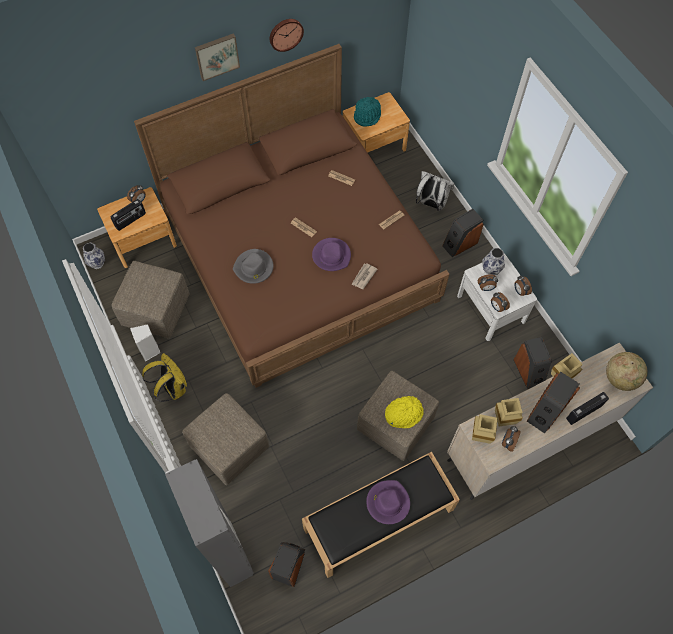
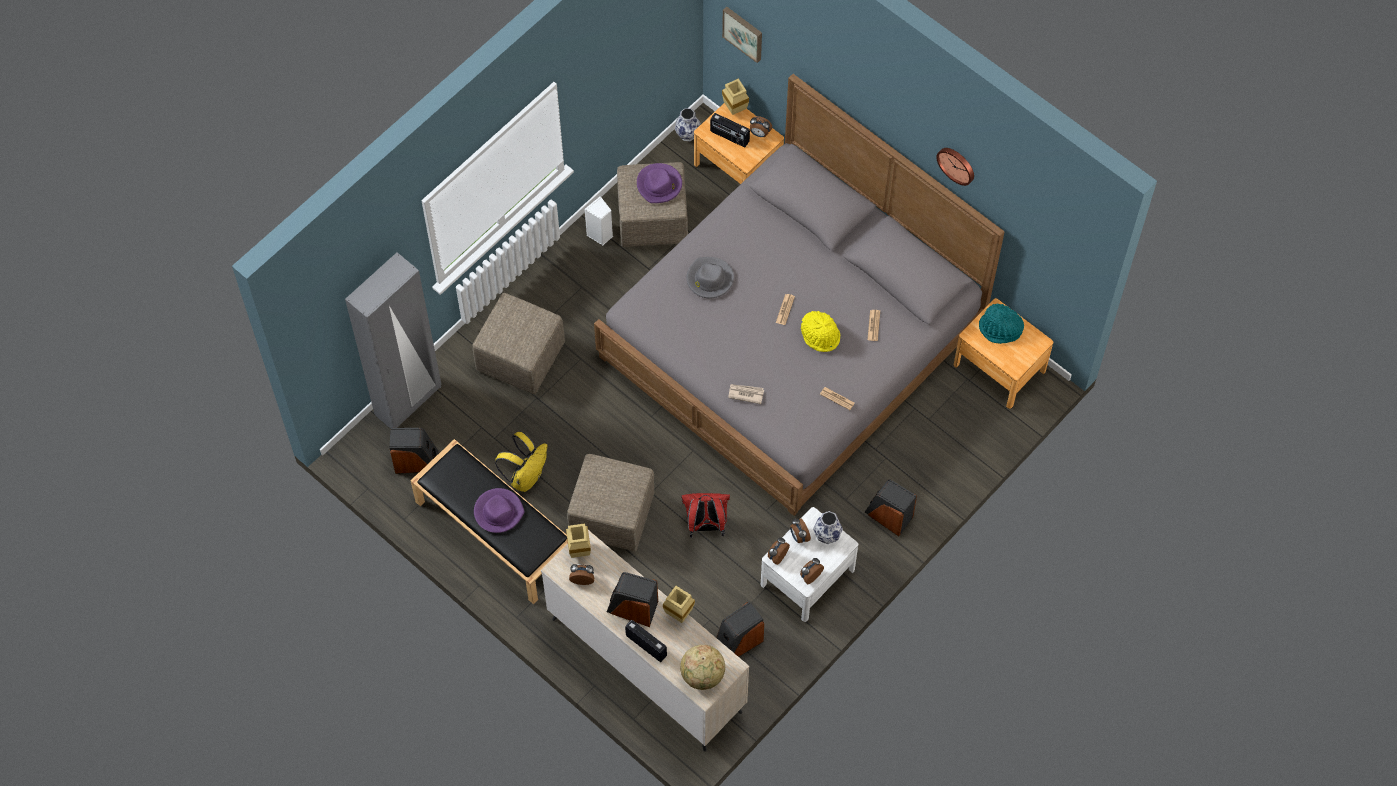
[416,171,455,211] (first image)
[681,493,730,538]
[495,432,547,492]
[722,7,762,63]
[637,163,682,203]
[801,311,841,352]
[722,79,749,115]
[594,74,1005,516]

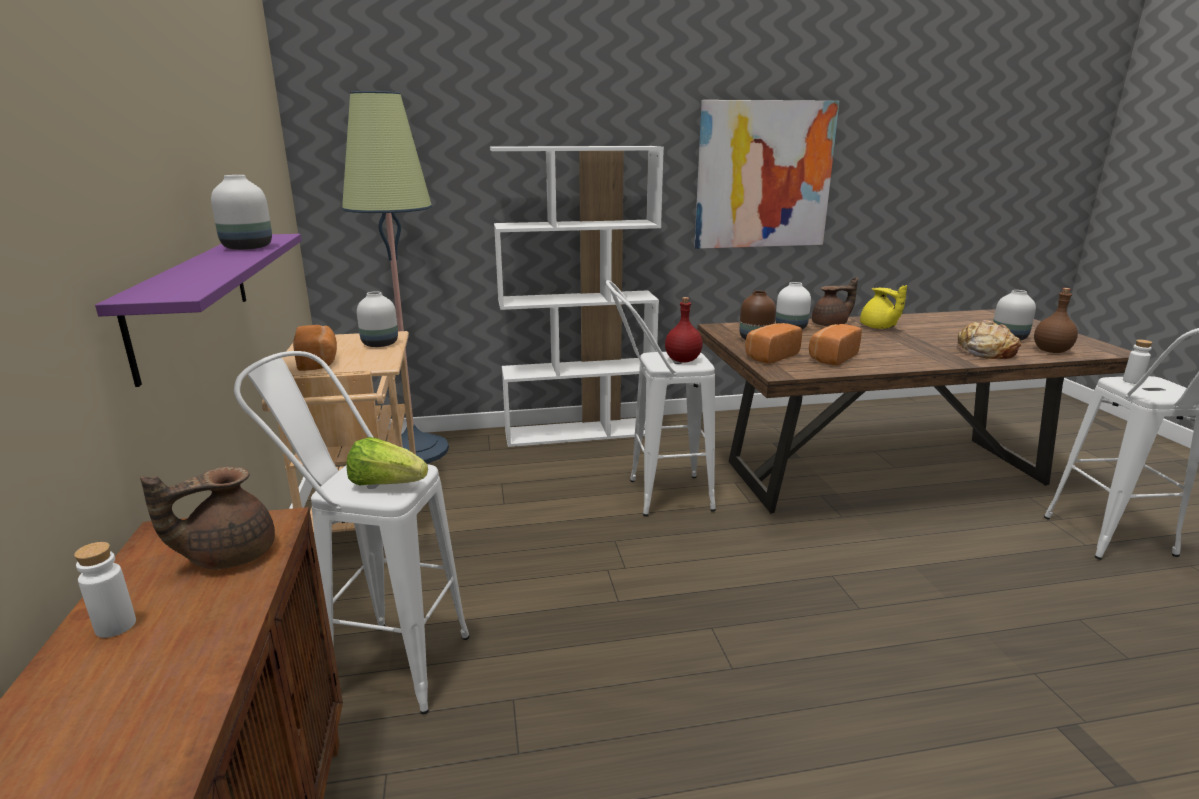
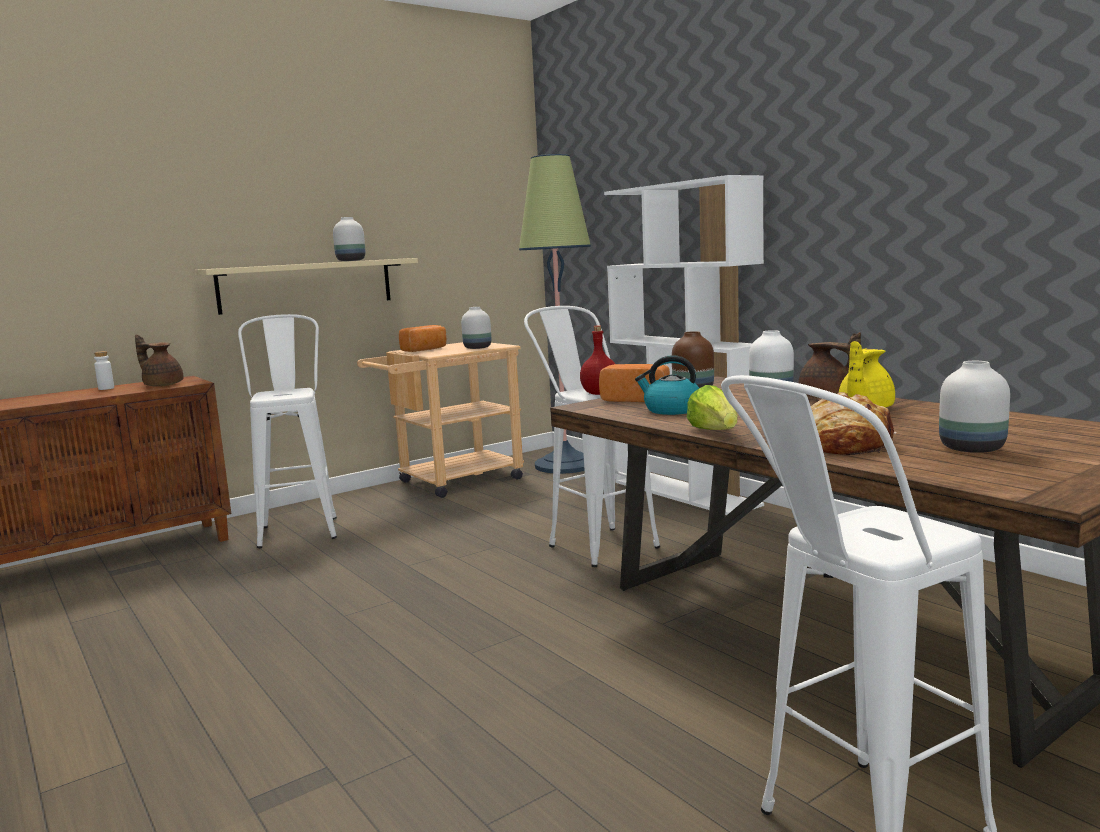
[694,100,840,249] (first image)
[1034,288,1078,353] (first image)
[1123,339,1153,384] (first image)
[687,385,738,430]
[635,355,699,415]
[195,258,418,315]

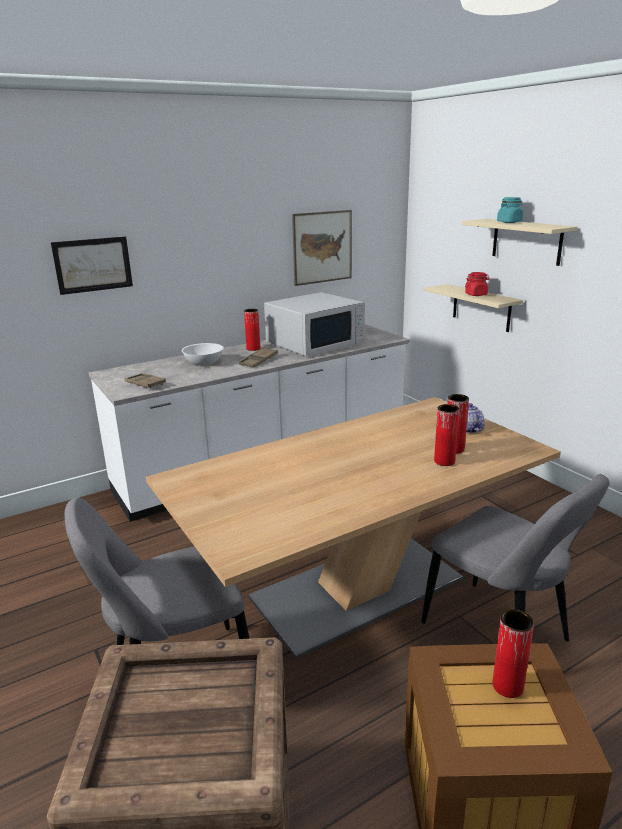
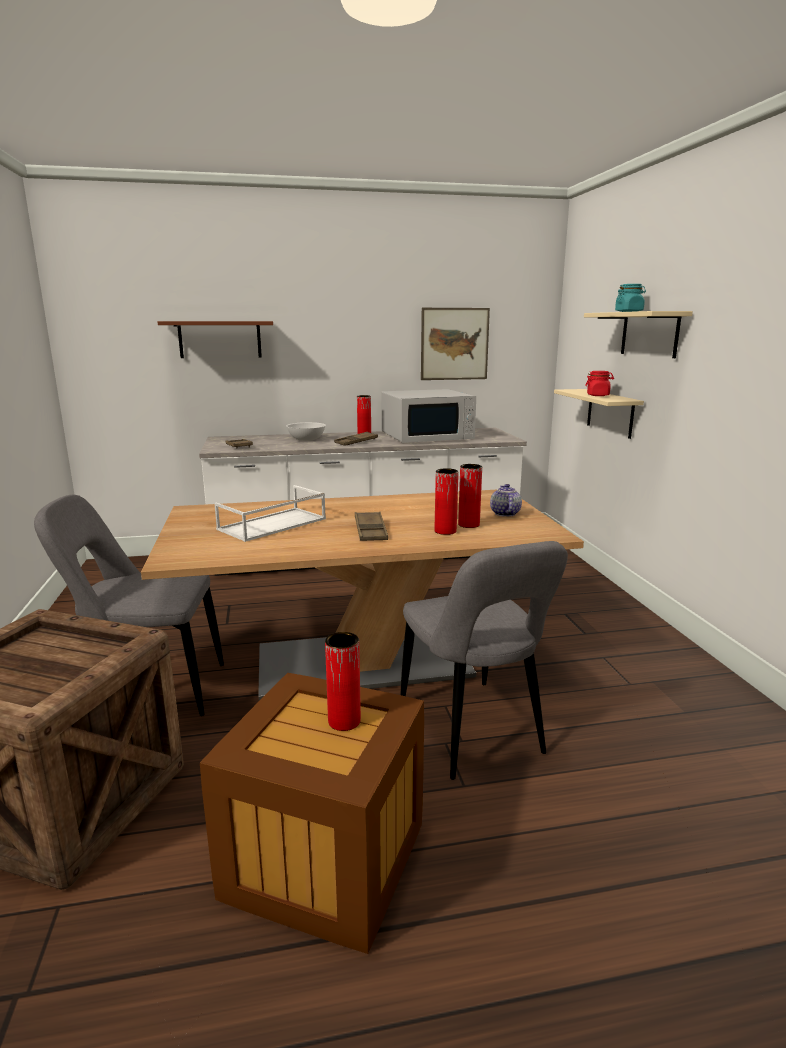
[214,485,326,542]
[355,512,388,541]
[157,321,273,358]

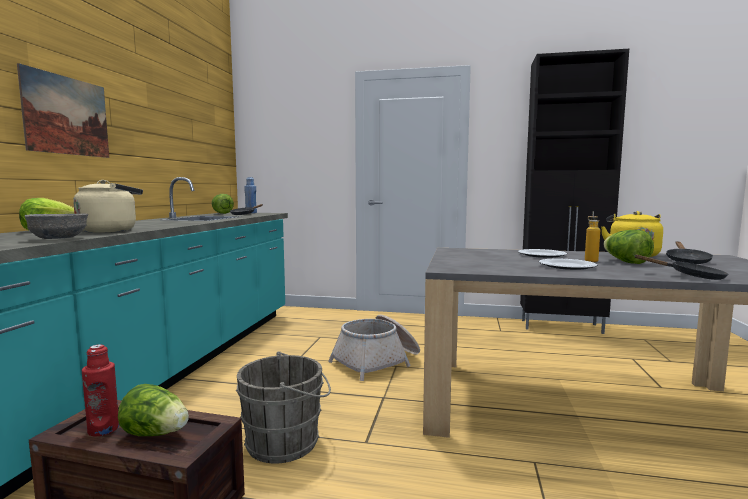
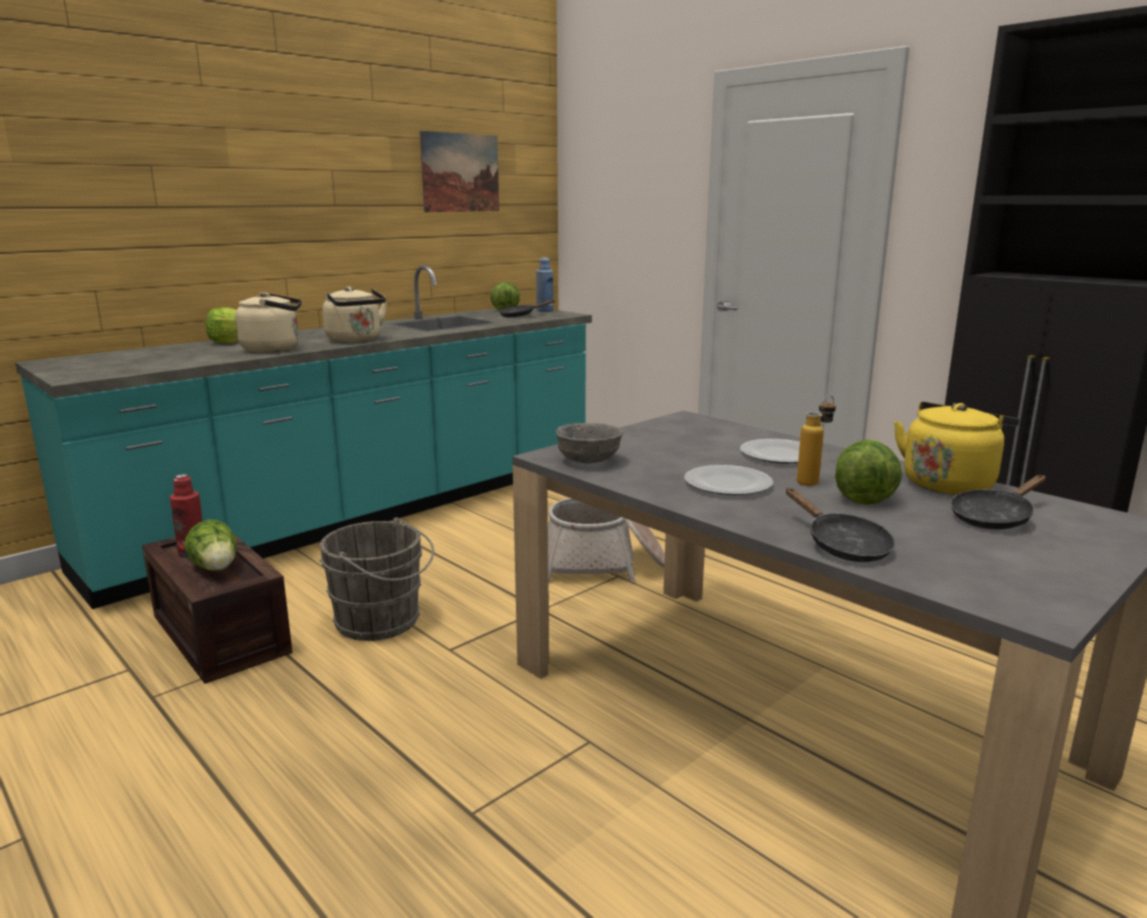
[323,286,387,343]
[419,131,499,212]
[556,423,623,464]

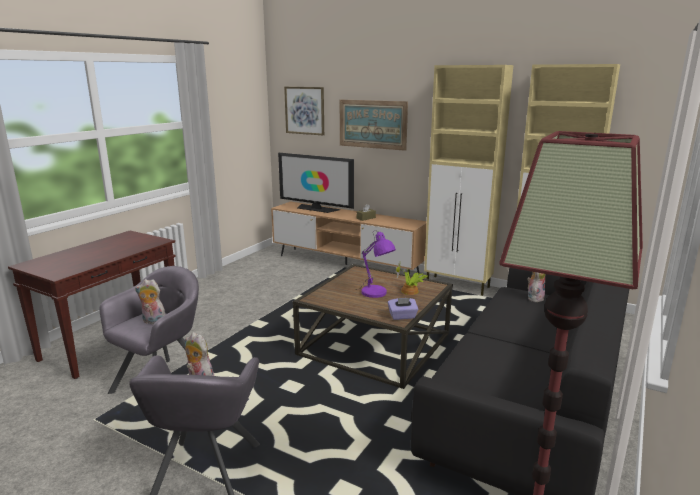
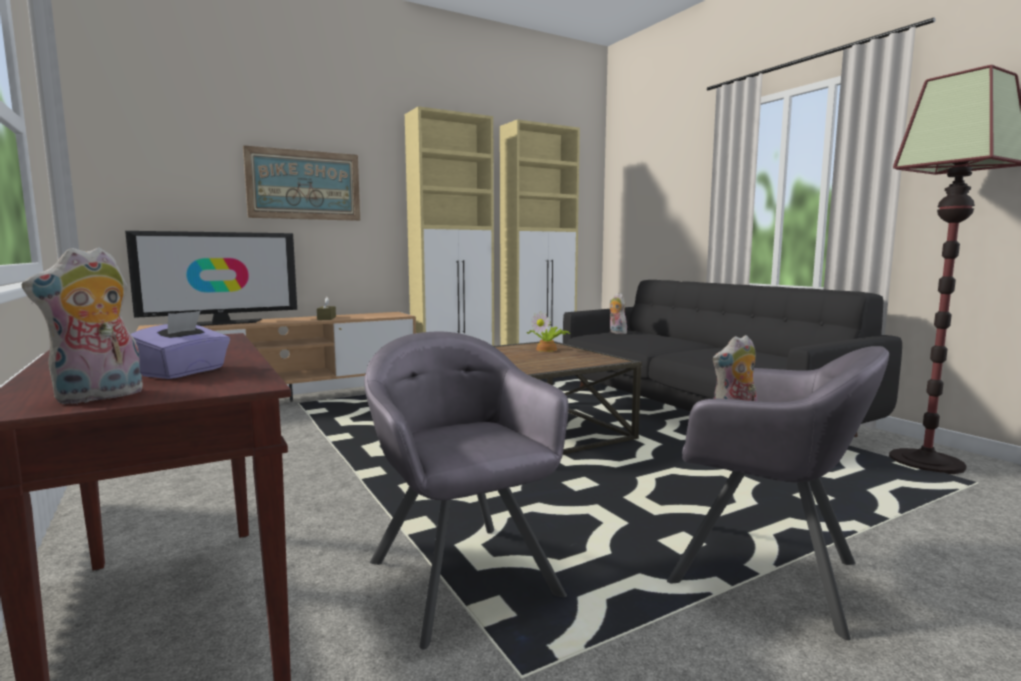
[284,87,324,135] (first image)
[354,231,396,298] (first image)
[22,247,143,404]
[131,311,230,379]

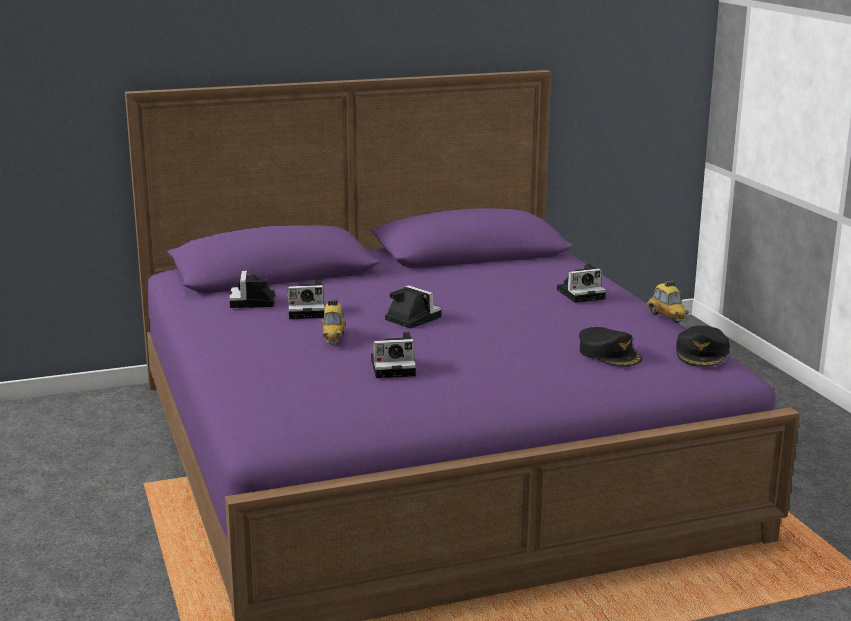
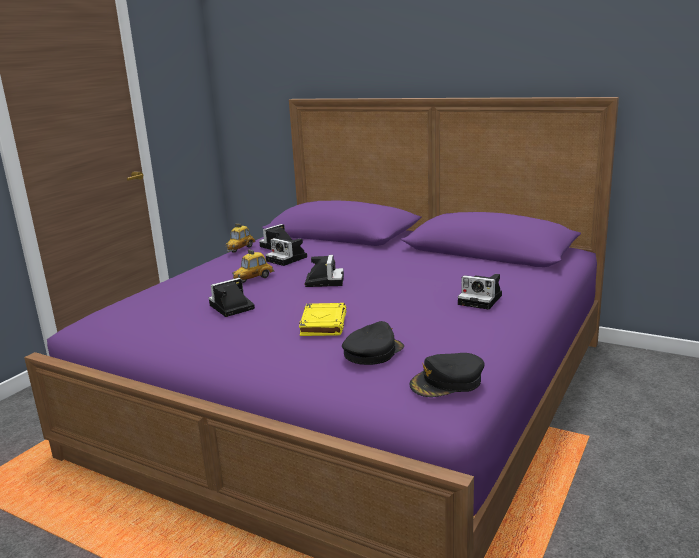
[299,303,346,336]
[225,223,255,253]
[209,278,255,317]
[342,321,404,365]

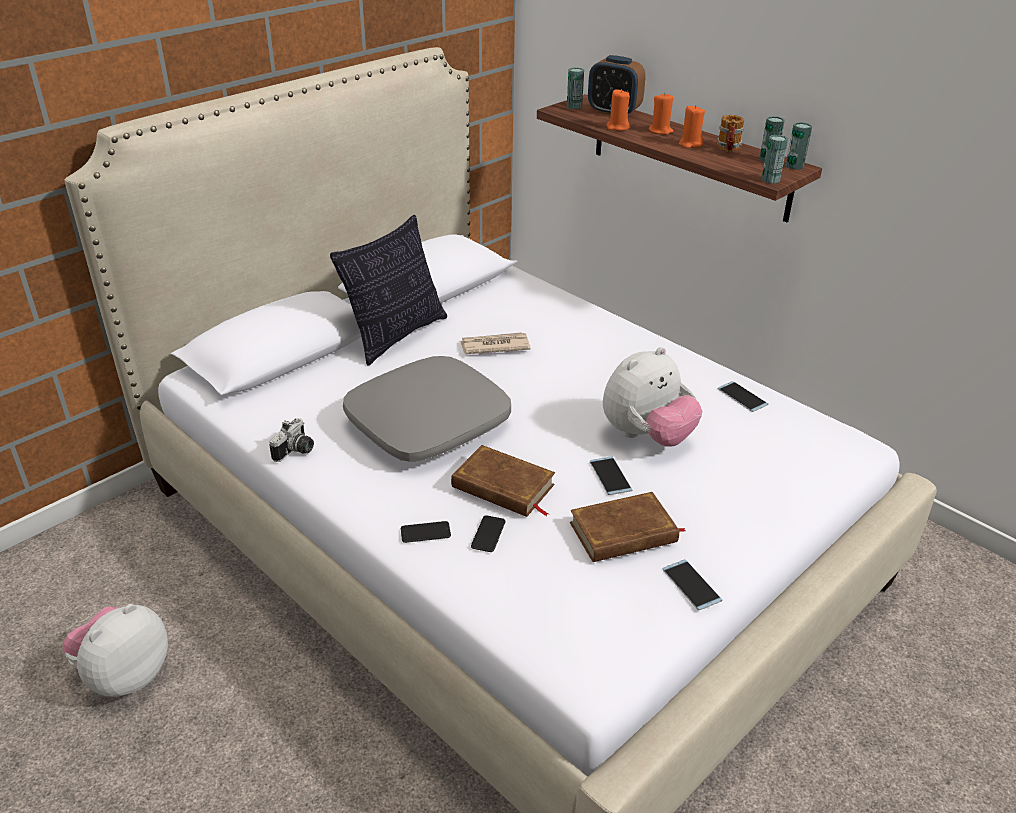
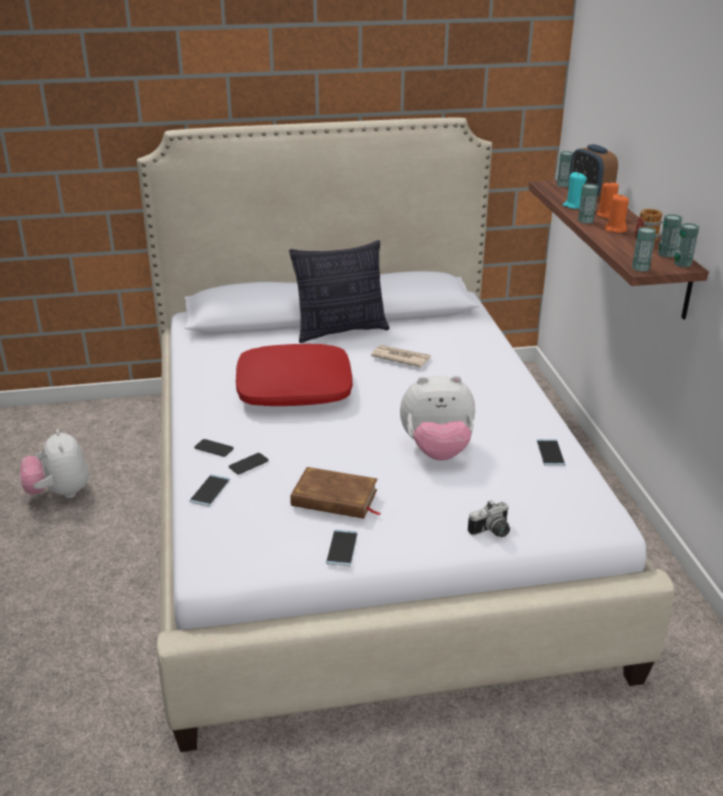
[451,445,555,517] (first image)
[578,184,598,224]
[468,500,510,537]
[189,475,230,507]
[236,344,353,406]
[563,172,587,209]
[20,430,89,498]

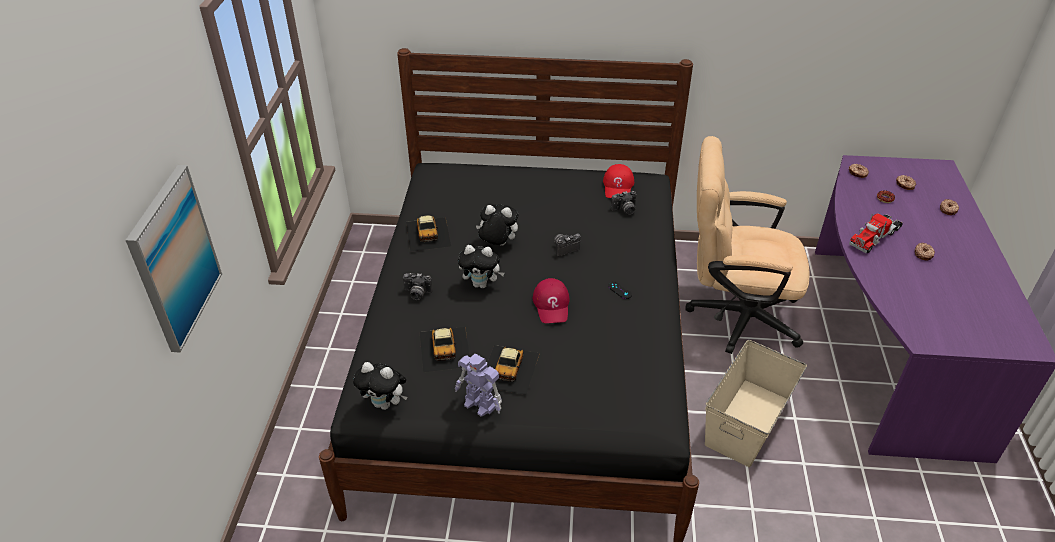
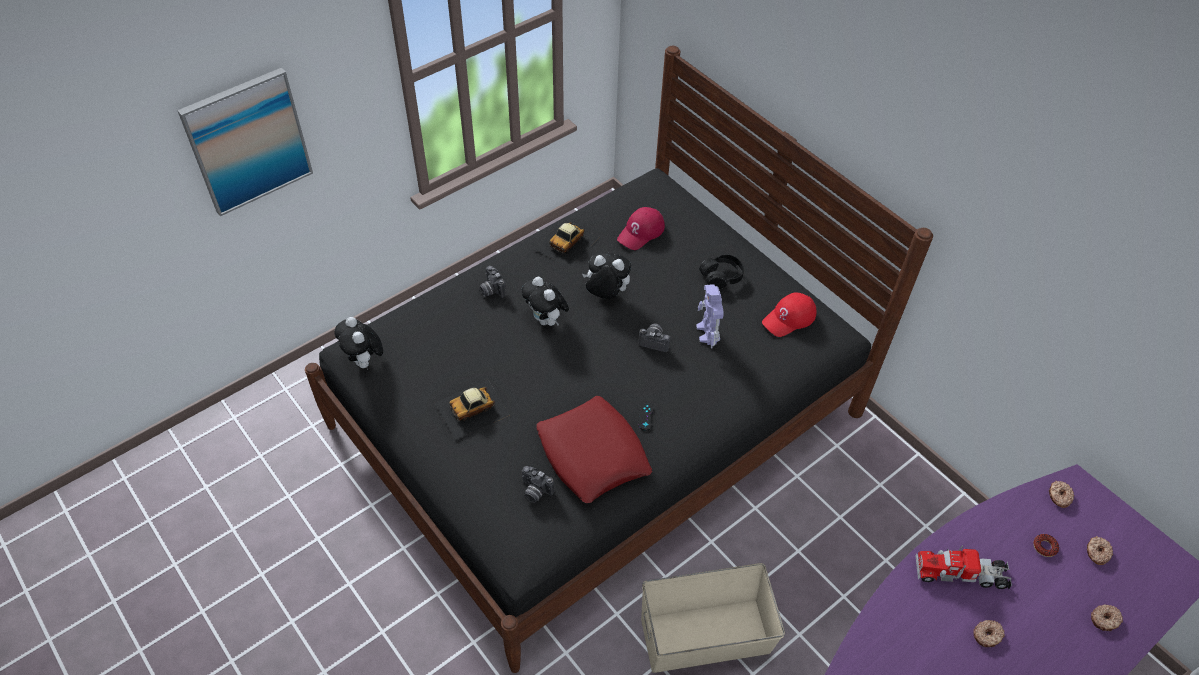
[420,327,470,373] (first image)
[685,136,809,354] (first image)
[536,396,652,503]
[699,255,744,289]
[696,284,724,349]
[617,207,665,250]
[522,466,555,503]
[582,252,631,299]

